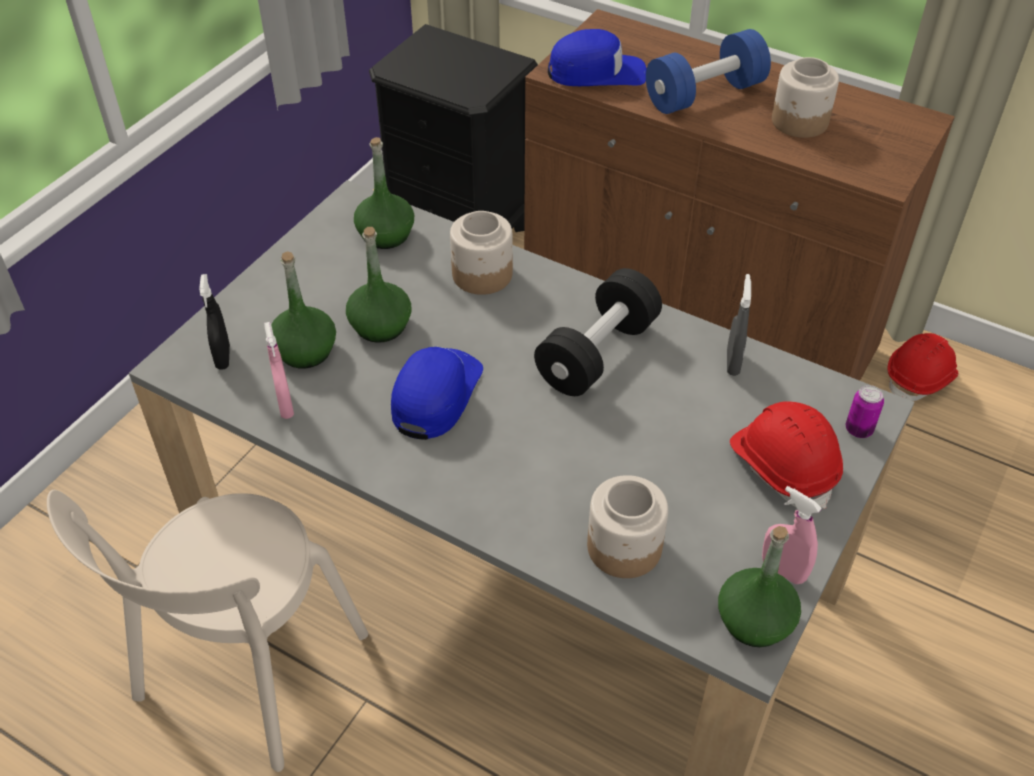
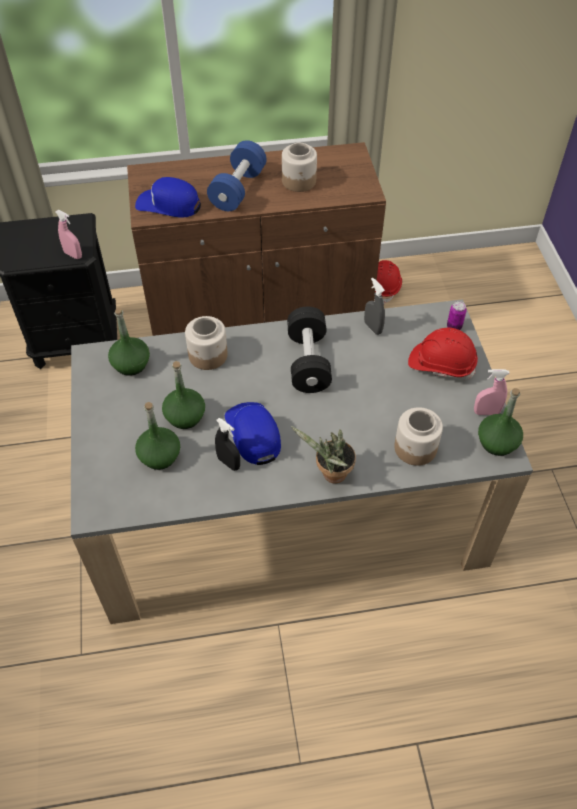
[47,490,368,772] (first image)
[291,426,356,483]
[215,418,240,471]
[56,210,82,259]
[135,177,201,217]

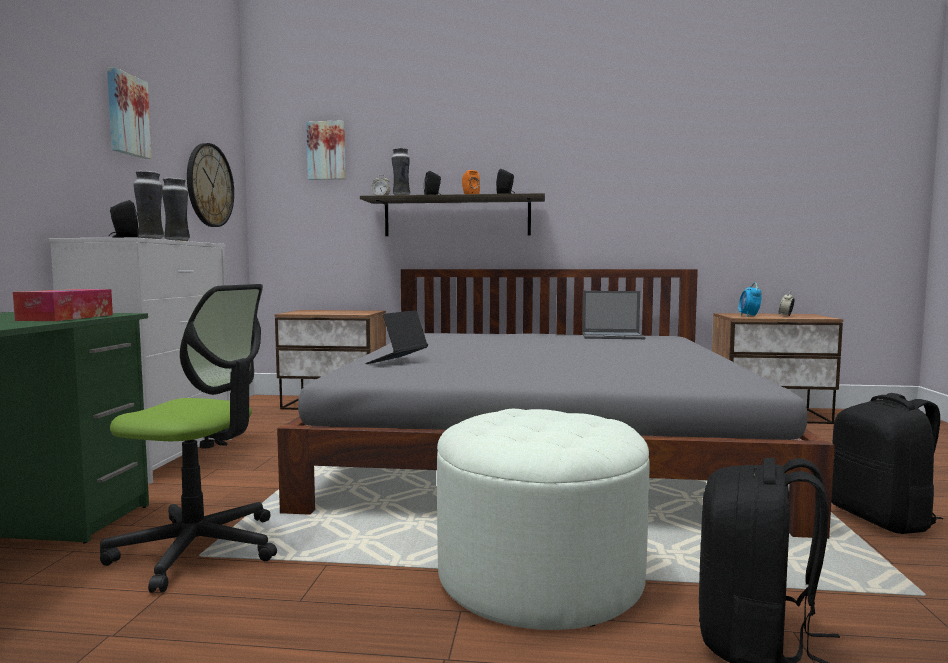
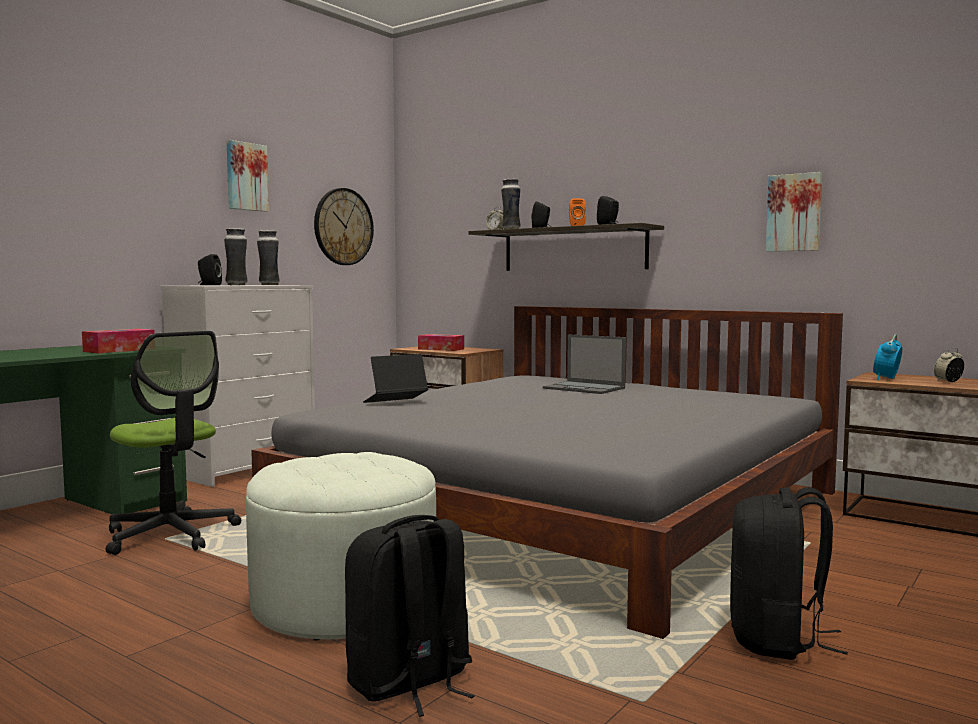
[418,334,464,351]
[766,172,822,252]
[543,334,626,394]

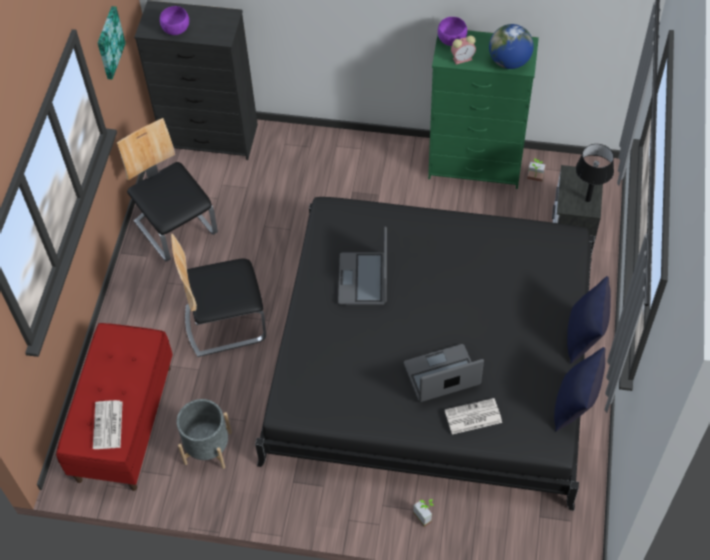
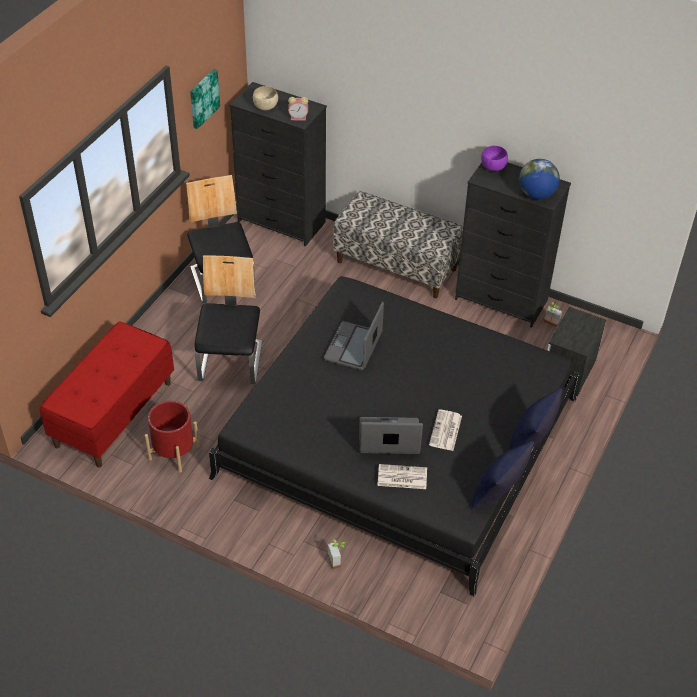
[576,144,614,202] (first image)
[333,191,463,298]
[429,409,462,451]
[288,97,308,120]
[253,86,278,110]
[145,401,200,473]
[455,162,571,328]
[195,255,262,384]

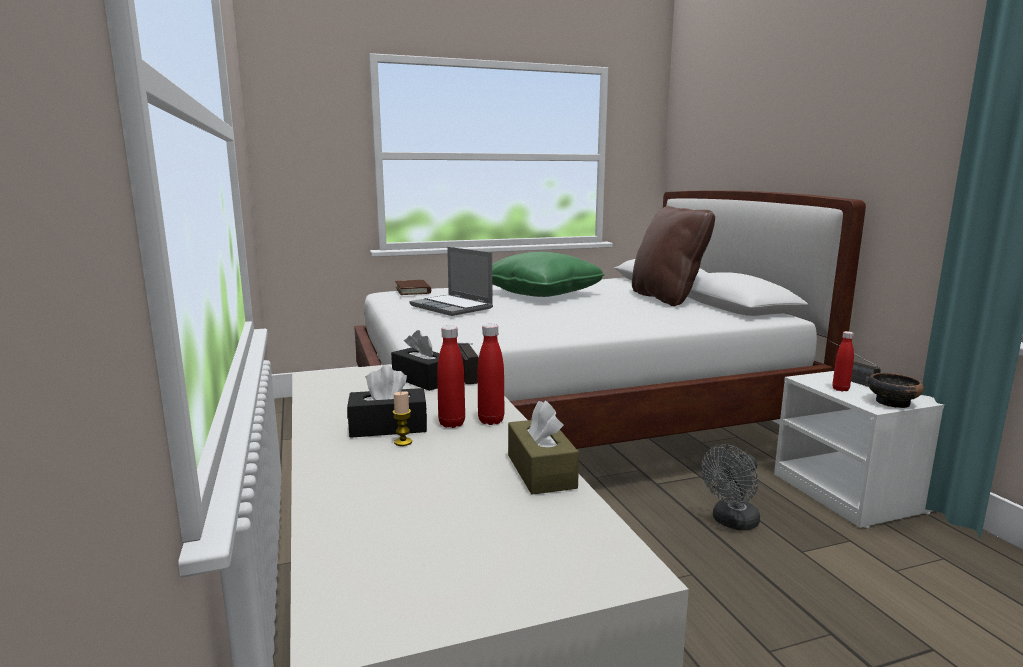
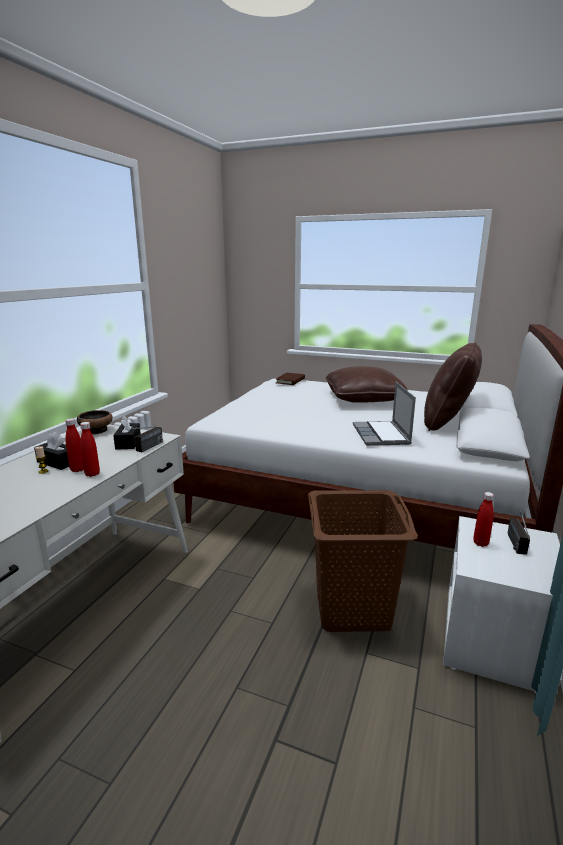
[508,400,579,495] (first image)
[353,382,416,446]
[77,410,113,434]
[308,490,418,632]
[326,366,408,403]

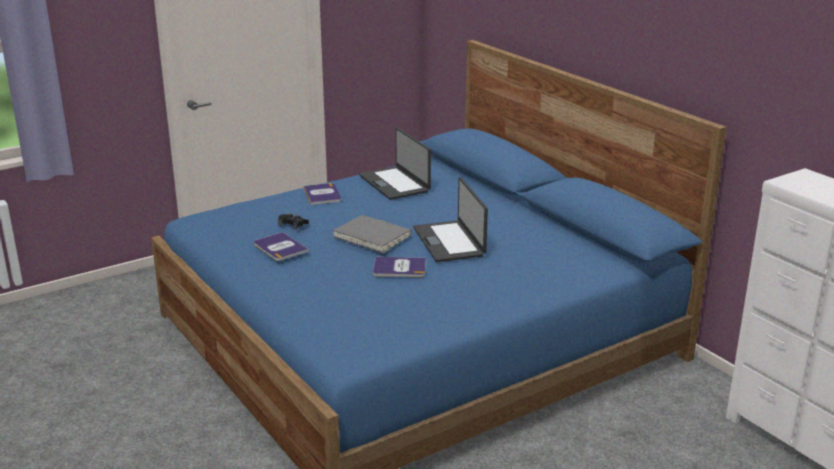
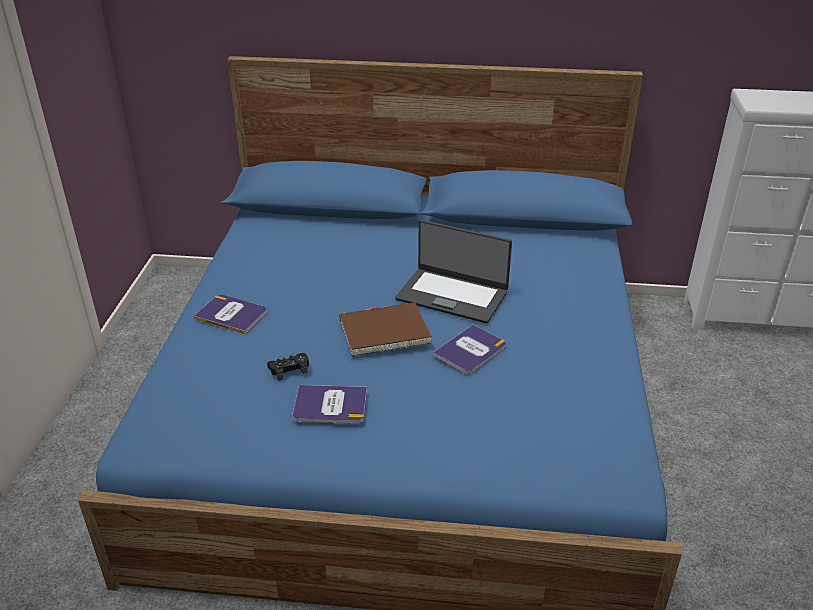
[359,128,431,200] (first image)
[340,302,431,357]

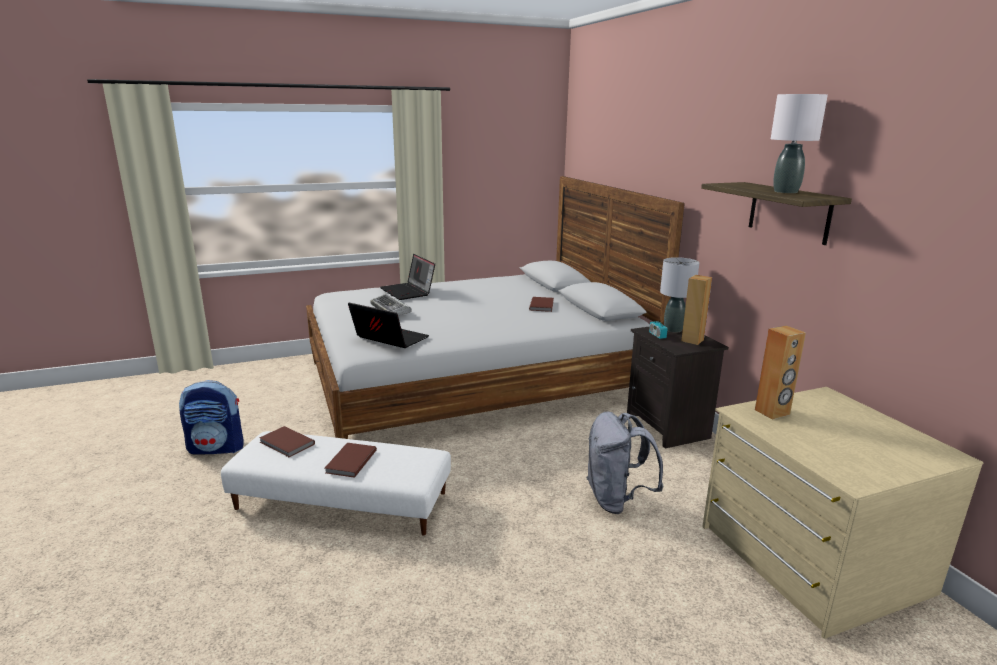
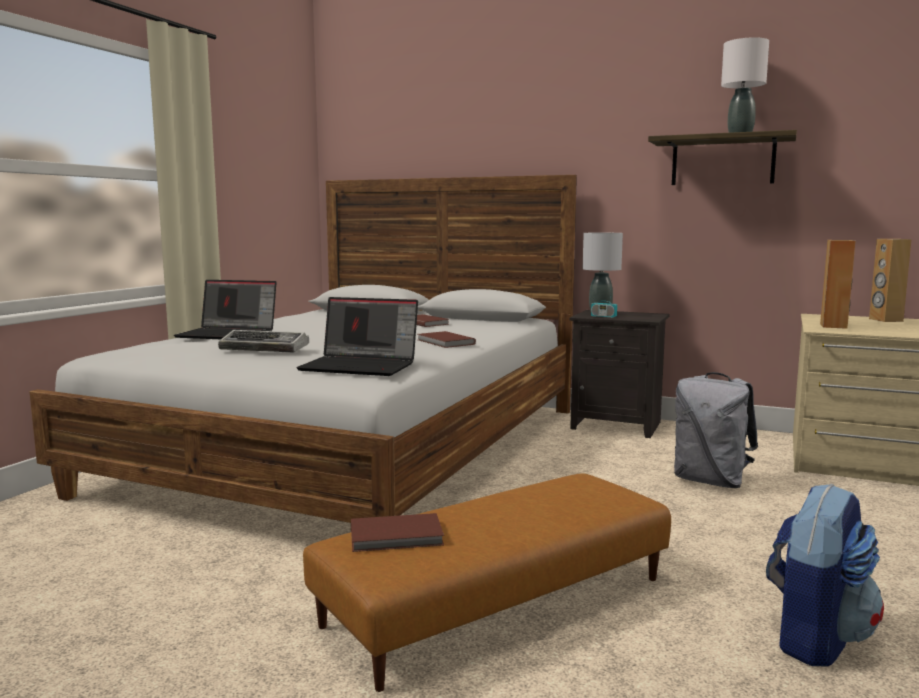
[766,483,884,666]
[418,331,476,348]
[869,239,911,322]
[303,473,671,692]
[296,297,418,376]

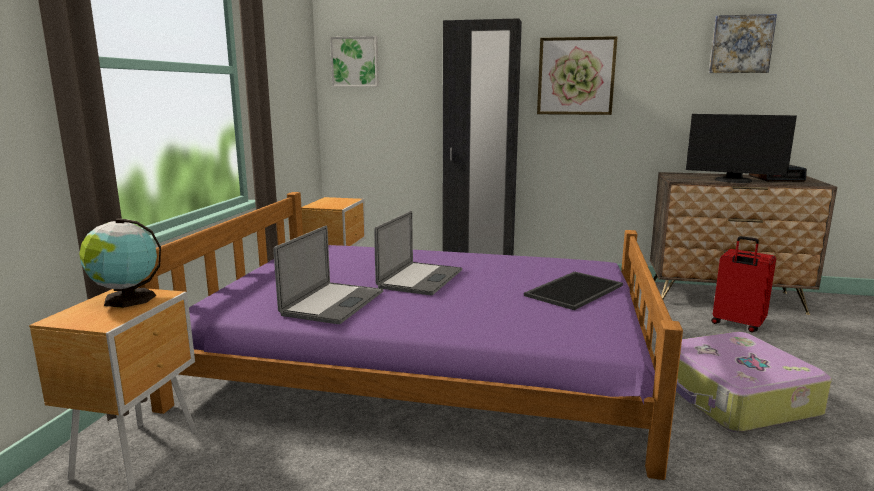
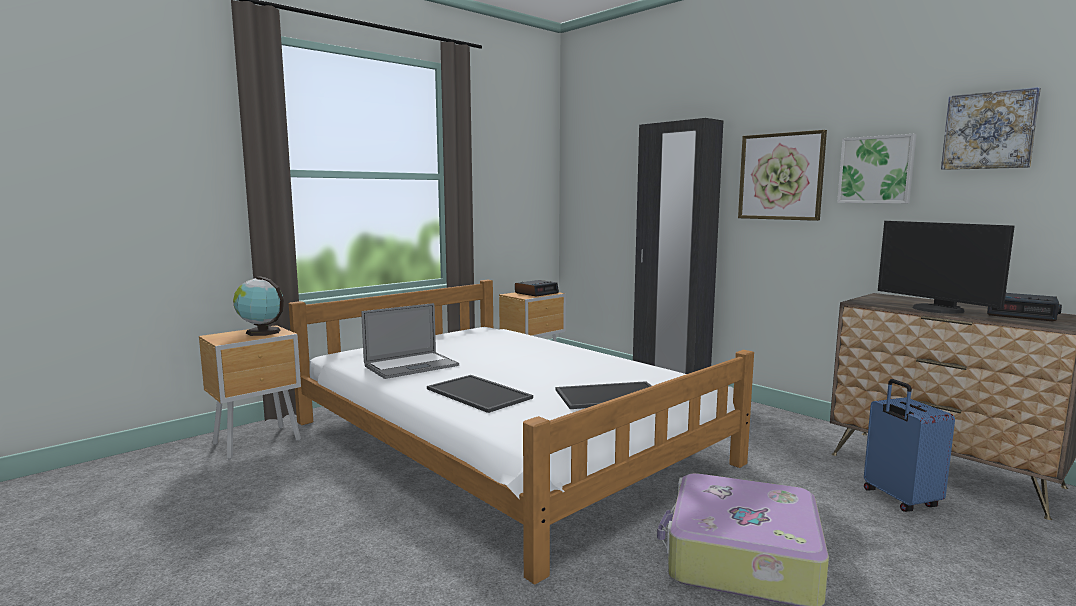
[374,211,462,295] (first image)
[427,375,533,413]
[515,280,559,297]
[837,134,916,203]
[289,280,754,585]
[864,379,955,512]

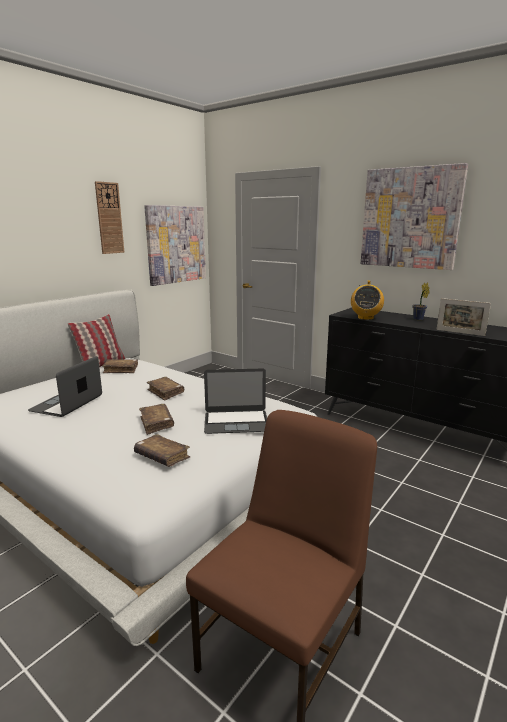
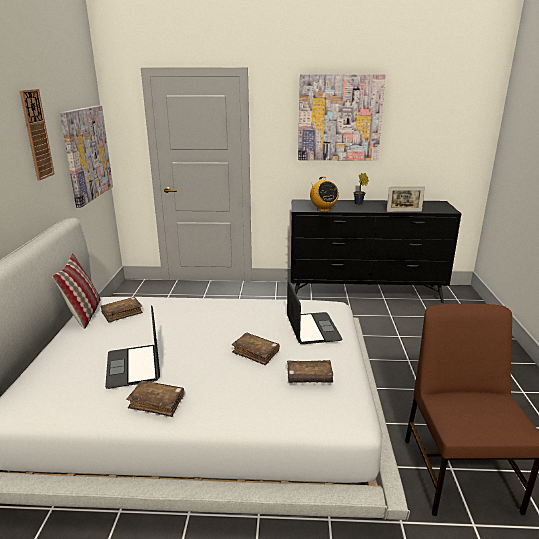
[127,380,184,417]
[287,280,342,344]

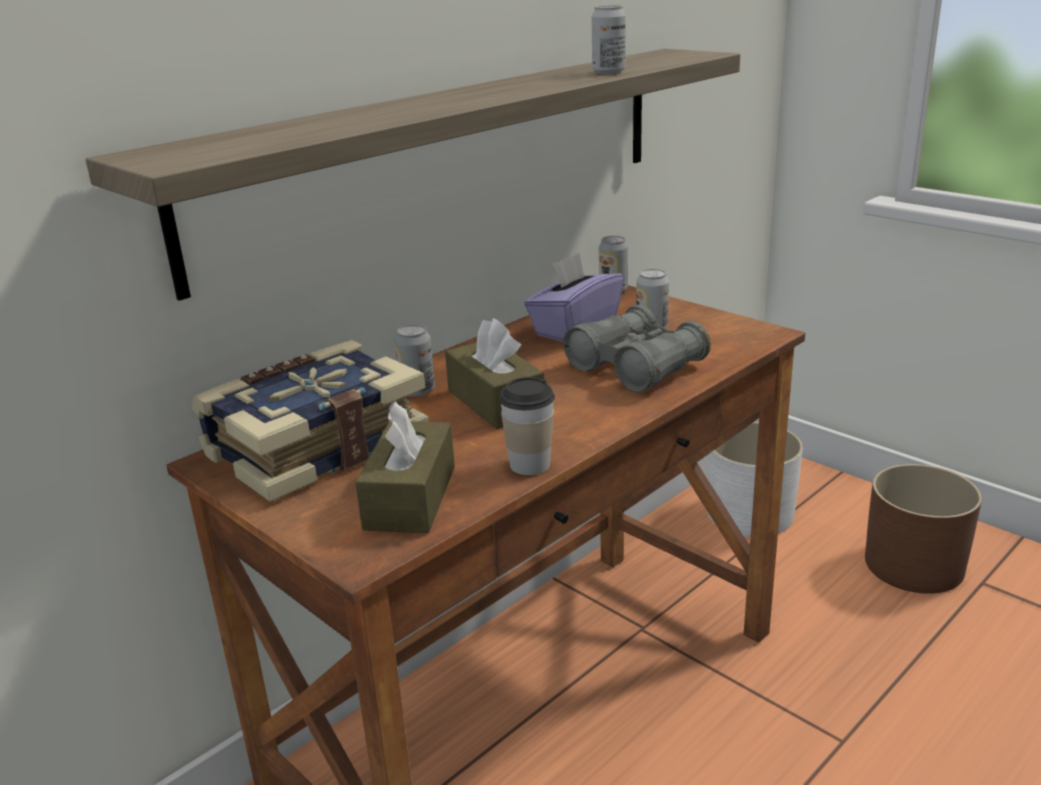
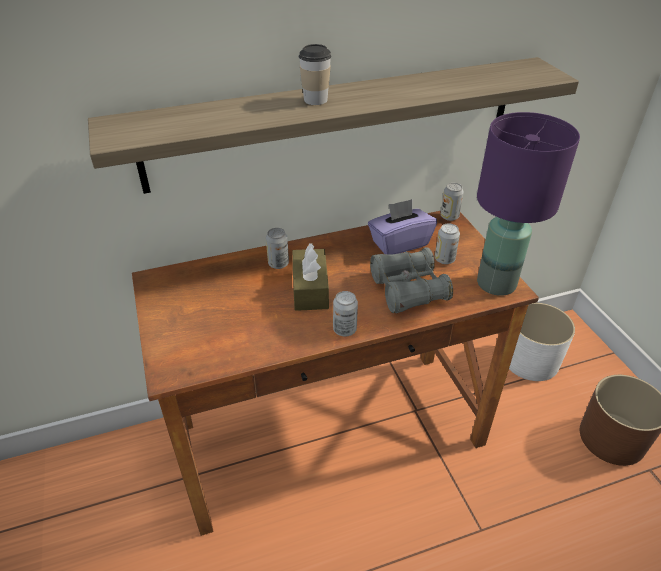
[192,340,429,502] (first image)
[355,401,455,533] (first image)
[477,112,580,296]
[299,44,332,105]
[333,291,358,336]

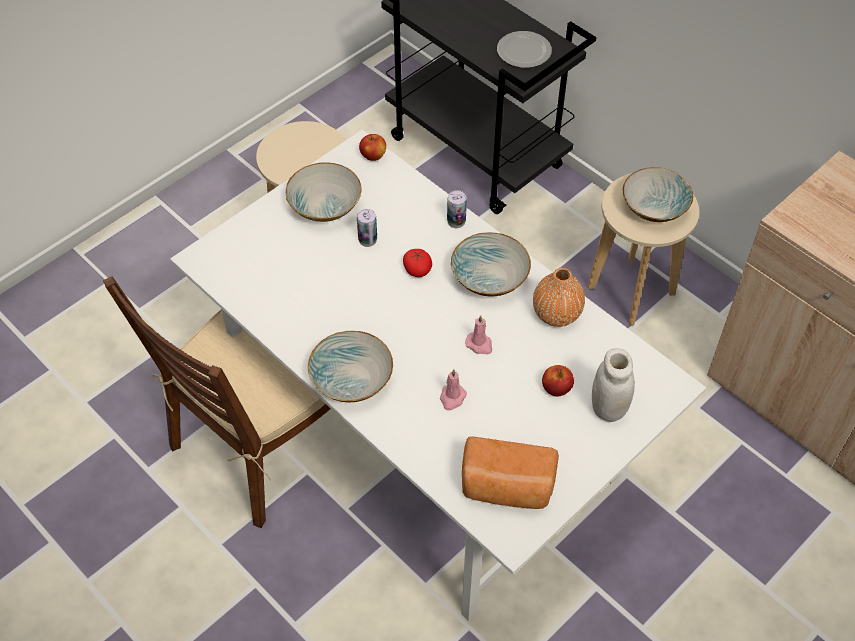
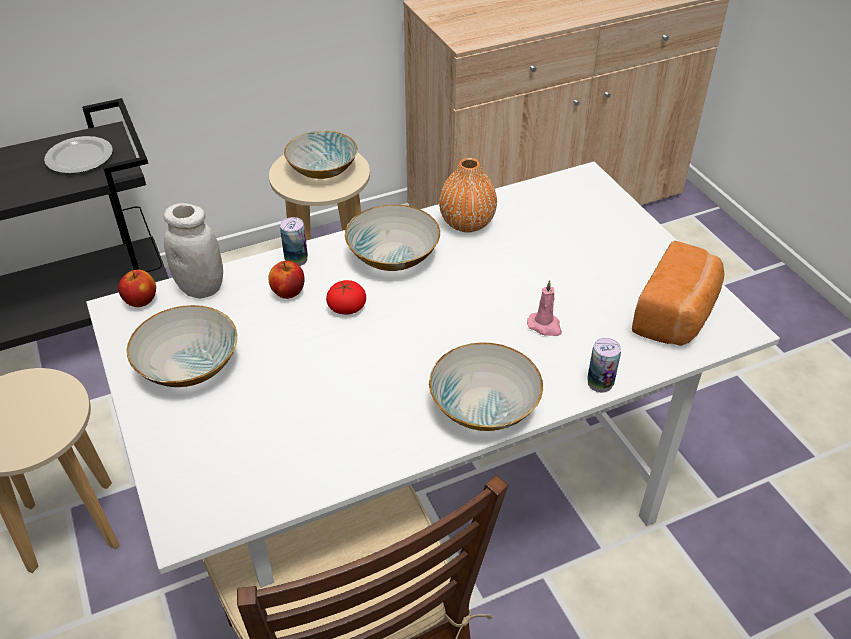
[465,315,492,354] (first image)
[587,338,621,393]
[268,261,305,299]
[163,203,223,298]

